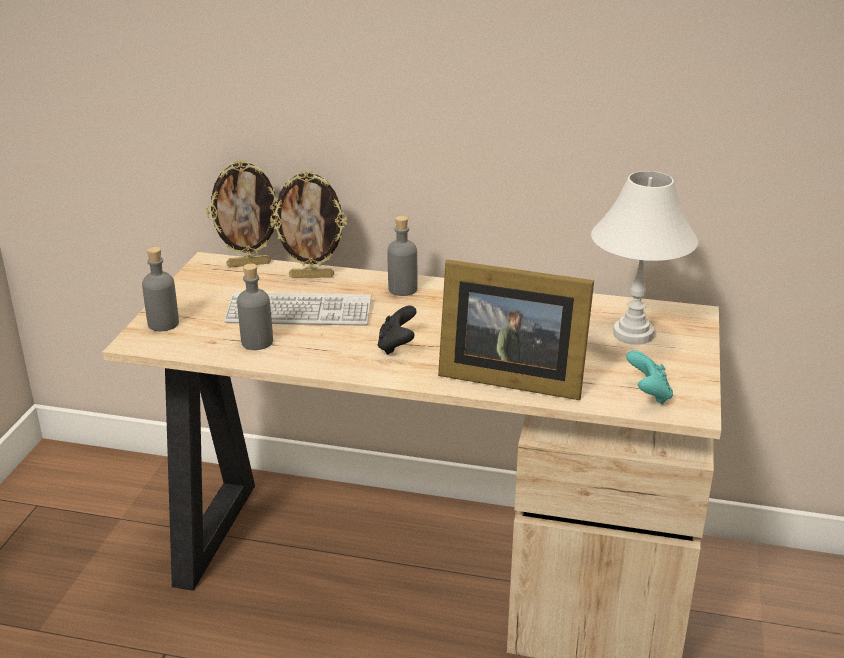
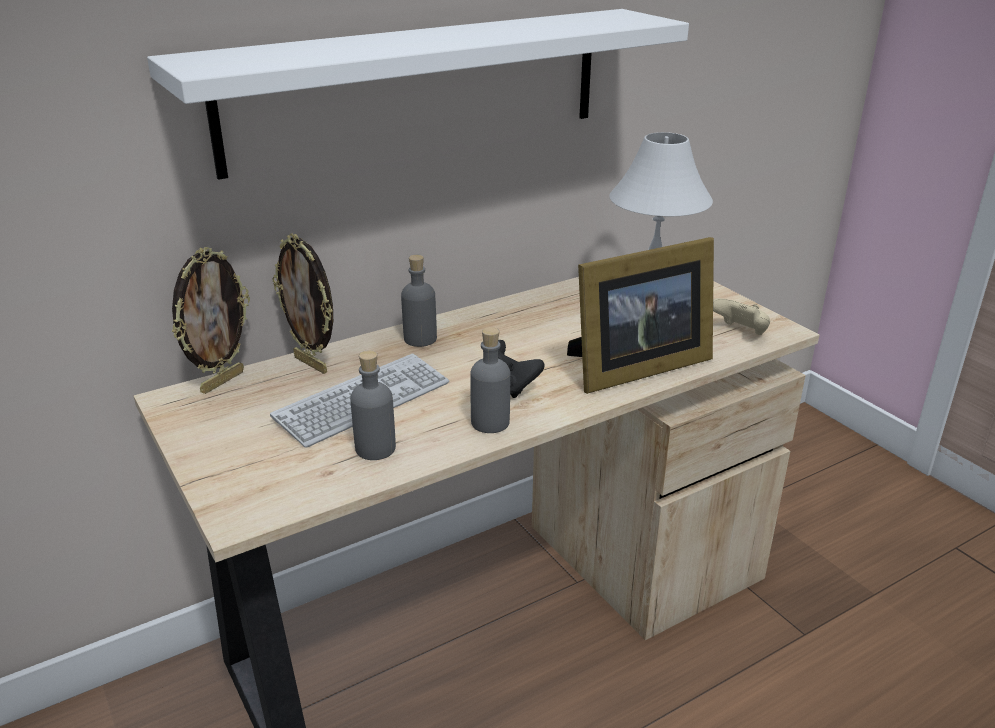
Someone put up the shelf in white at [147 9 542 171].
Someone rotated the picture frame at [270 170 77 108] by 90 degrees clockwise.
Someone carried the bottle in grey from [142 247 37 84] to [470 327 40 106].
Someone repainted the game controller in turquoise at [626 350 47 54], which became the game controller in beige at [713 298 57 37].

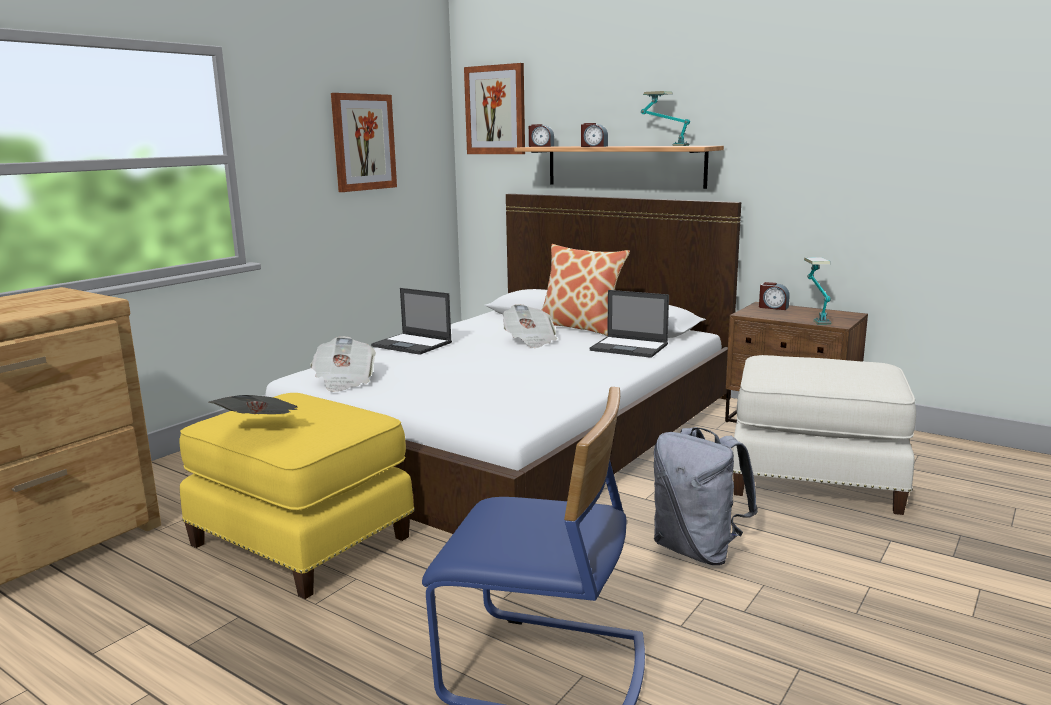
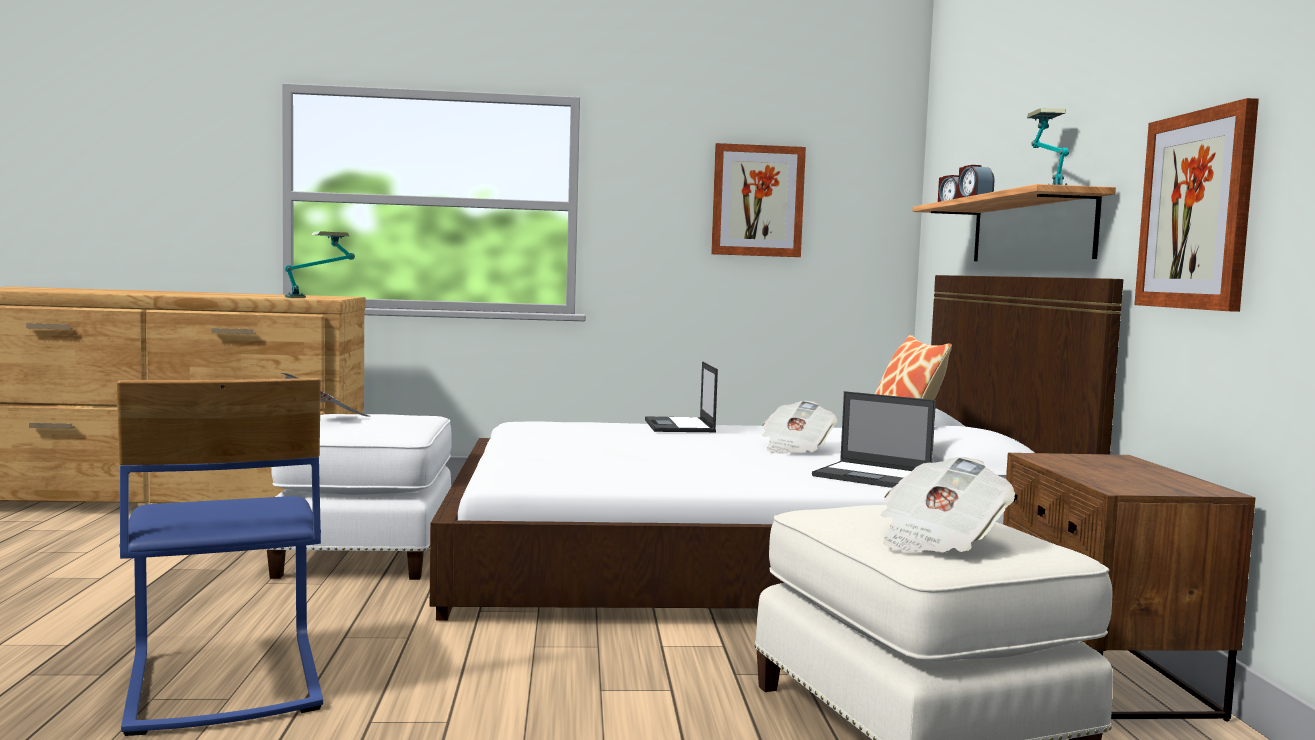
Someone repainted the ottoman in yellow at [179 393 236 206], which became the ottoman in white at [267 414 184 166].
Someone carried the table lamp from [804 257 28 67] to [285 231 70 67].
Someone rotated the laptop at [589 290 80 68] by 45 degrees counterclockwise.
Someone carried the newspaper from [310 336 66 56] to [881 457 134 95].
Someone carried the picture from [464 63 61 91] to [1134 98 125 214].
Someone took away the backpack in grey at [654 427 104 138].
Someone took away the alarm clock at [759 282 31 28].

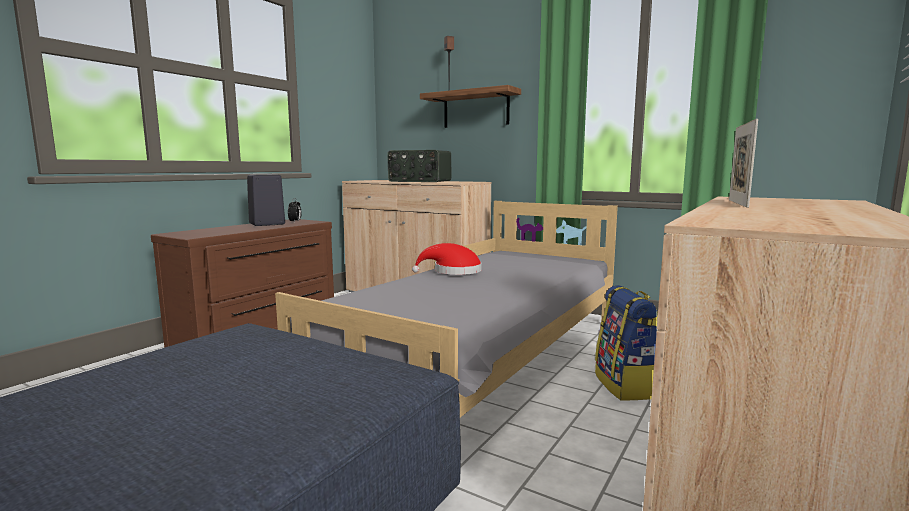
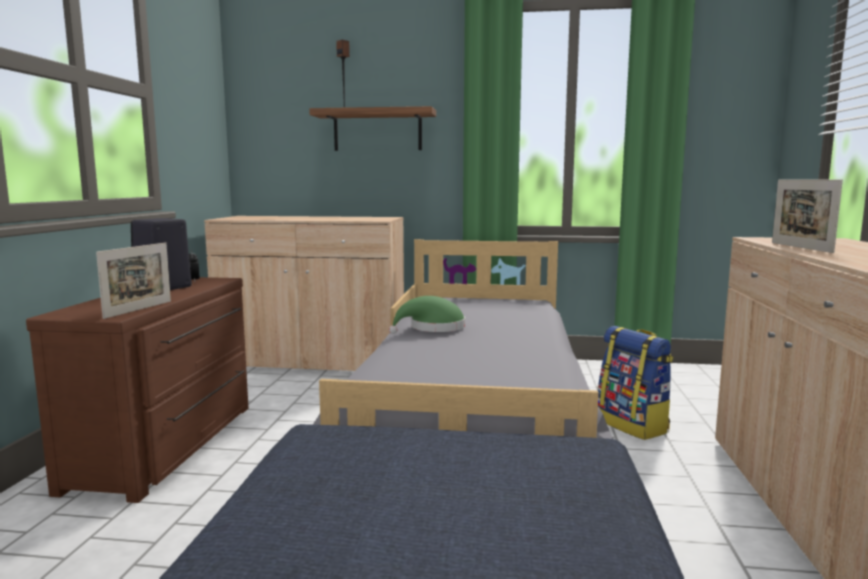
Someone put down the picture frame at [96 243 75 76].
Someone repainted the hat in red at [412 243 70 32], which became the hat in green at [389 296 76 38].
Someone took away the radio at [387 150 64 32].

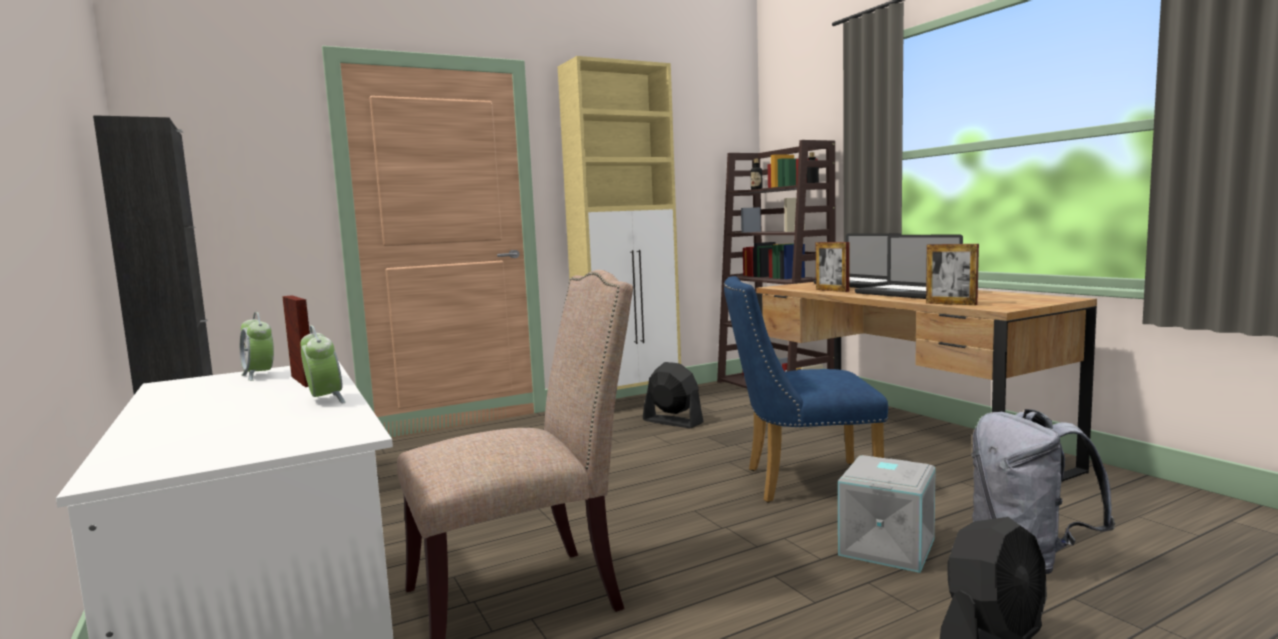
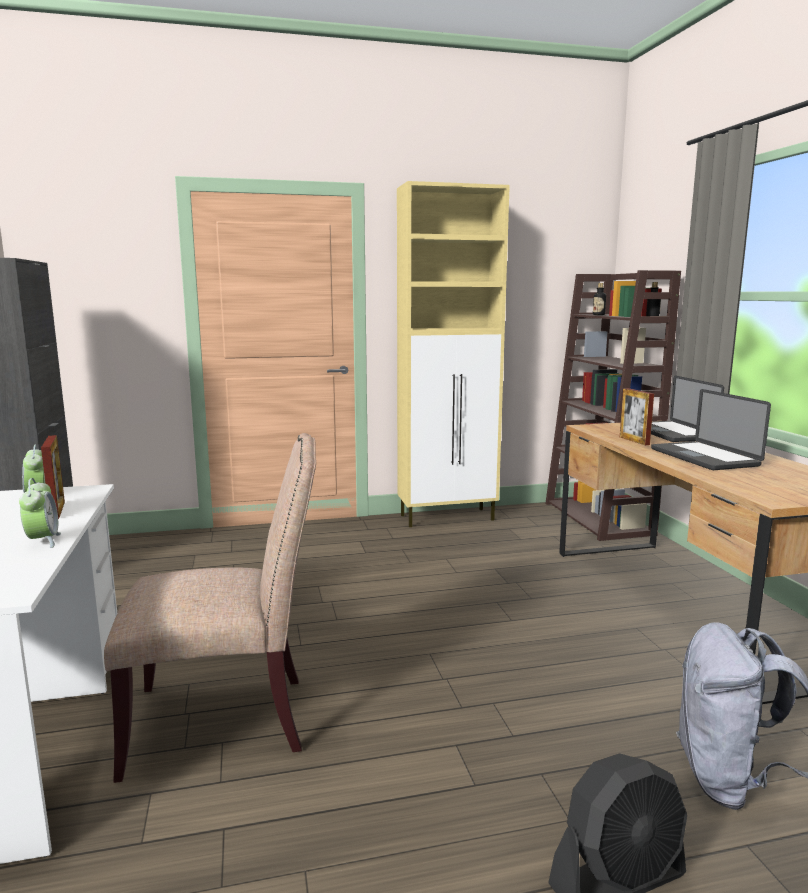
Someone took away the fan in black at [643 362 61 66].
Someone took away the chair in blue at [724 276 164 227].
Someone took away the storage box in grey at [838 455 98 118].
Someone took away the picture frame at [926 244 53 61].

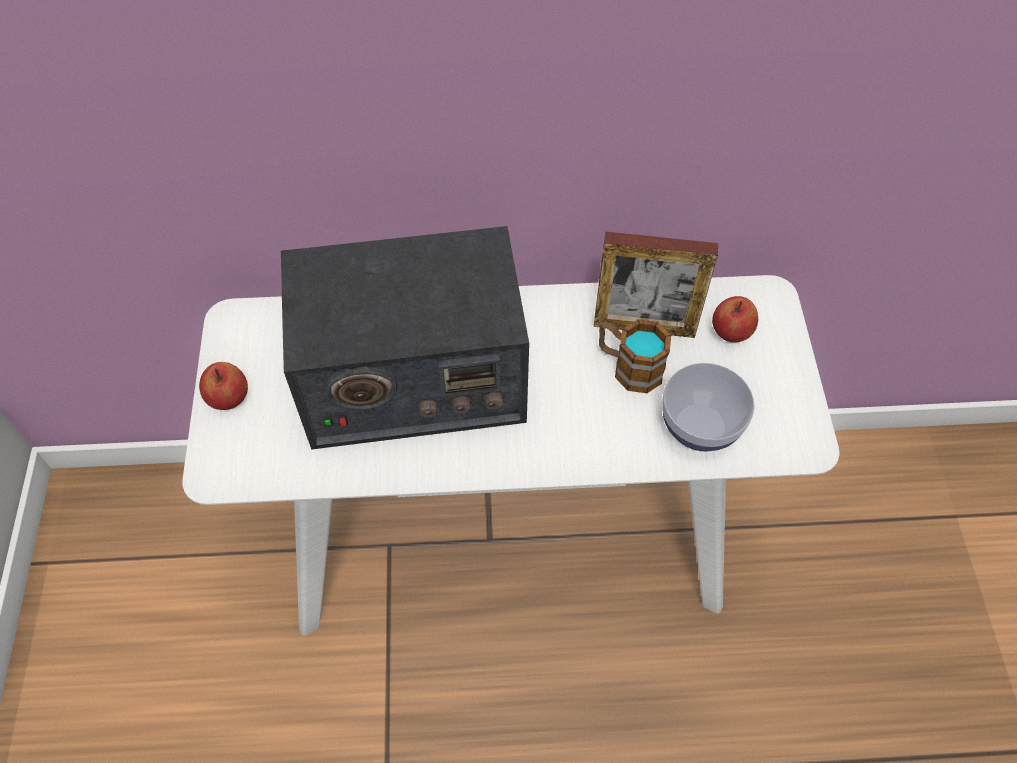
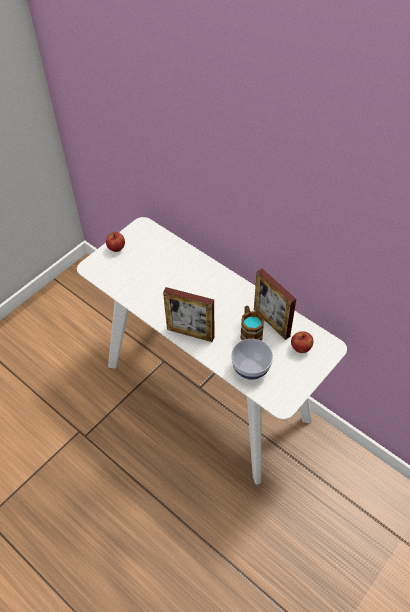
Someone put down the picture frame at [163 287 51 55].
Someone took away the radio at [281 226 248 224].

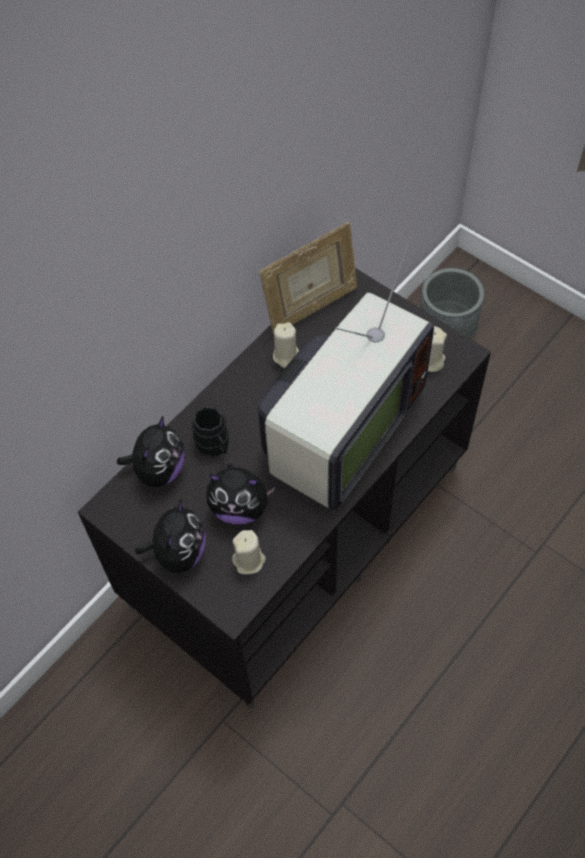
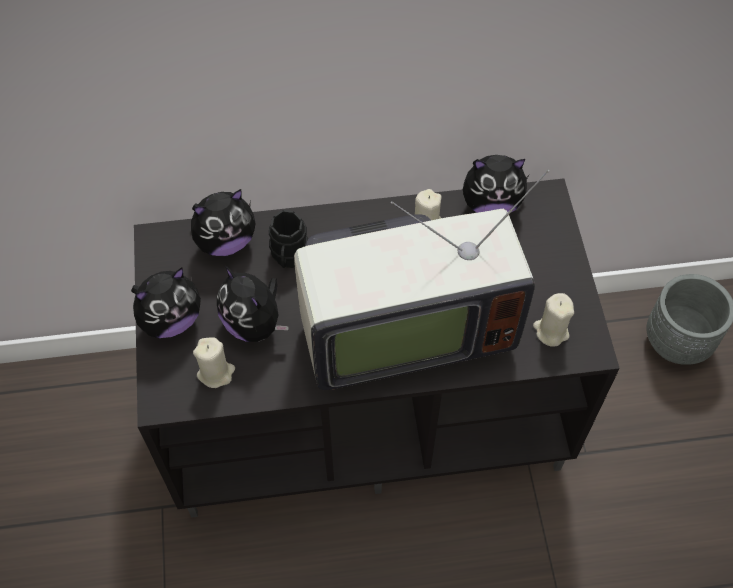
Someone swapped the picture frame at [259 222 98 112] for the plush toy at [463 155 66 58].

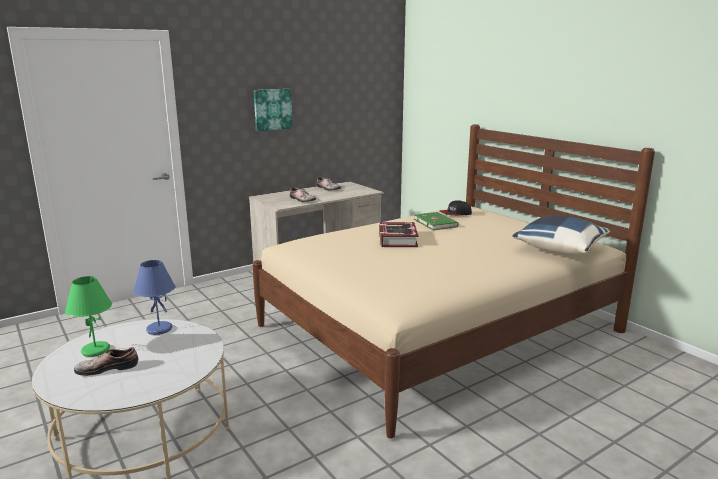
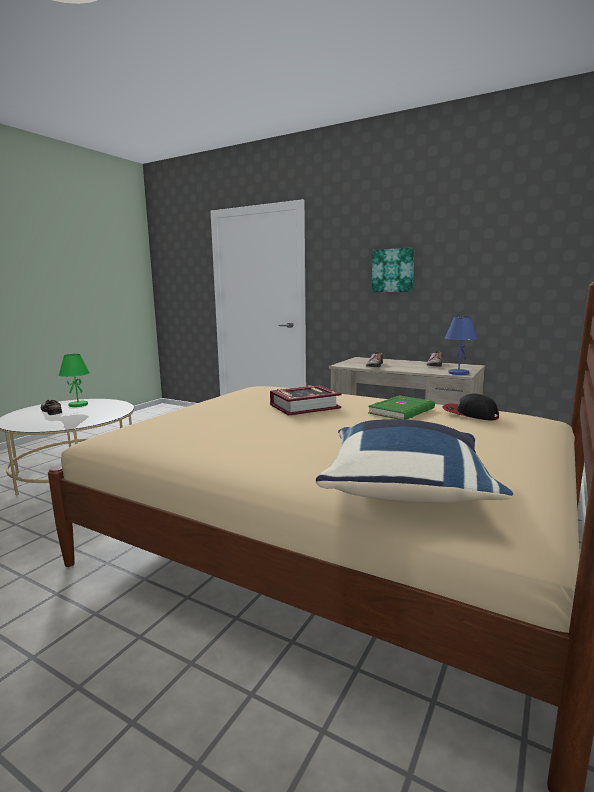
Someone carried the table lamp in blue from [133 260 42 75] to [445 316 33 59].

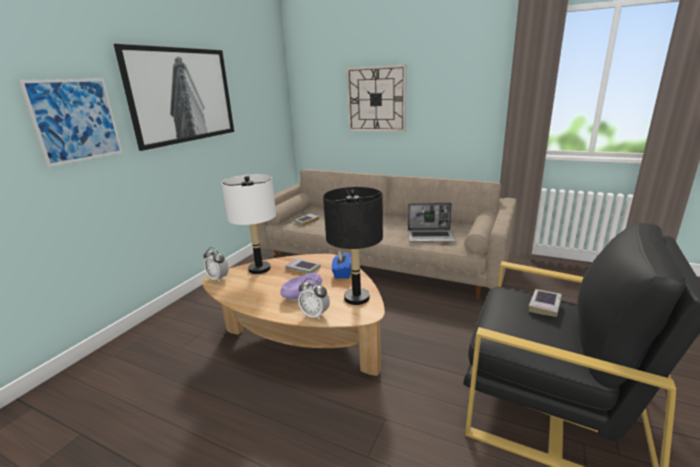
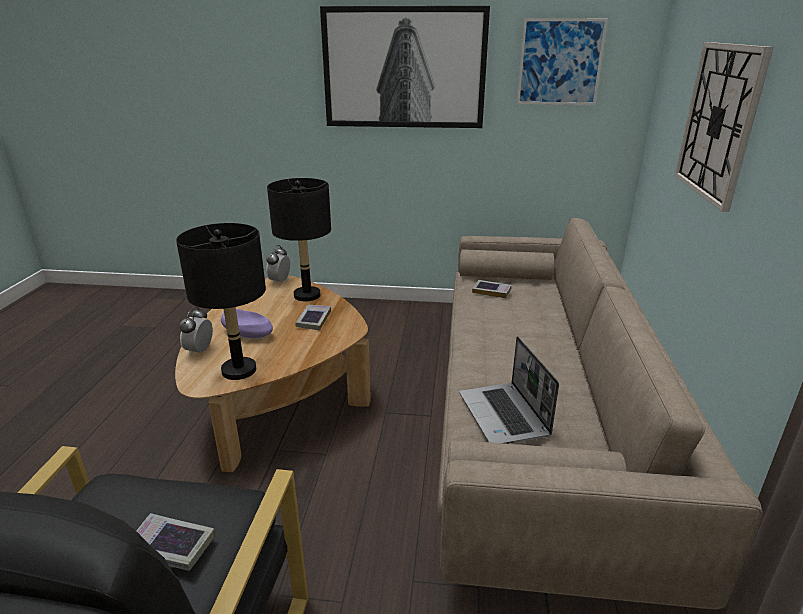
Someone repainted the table lamp in white at [221 174 55 100], which became the table lamp in black at [267 178 64 123].
Someone carried the picture from [19 78 104 89] to [517 18 91 87].
Someone took away the tissue box in blue at [332 250 19 29].

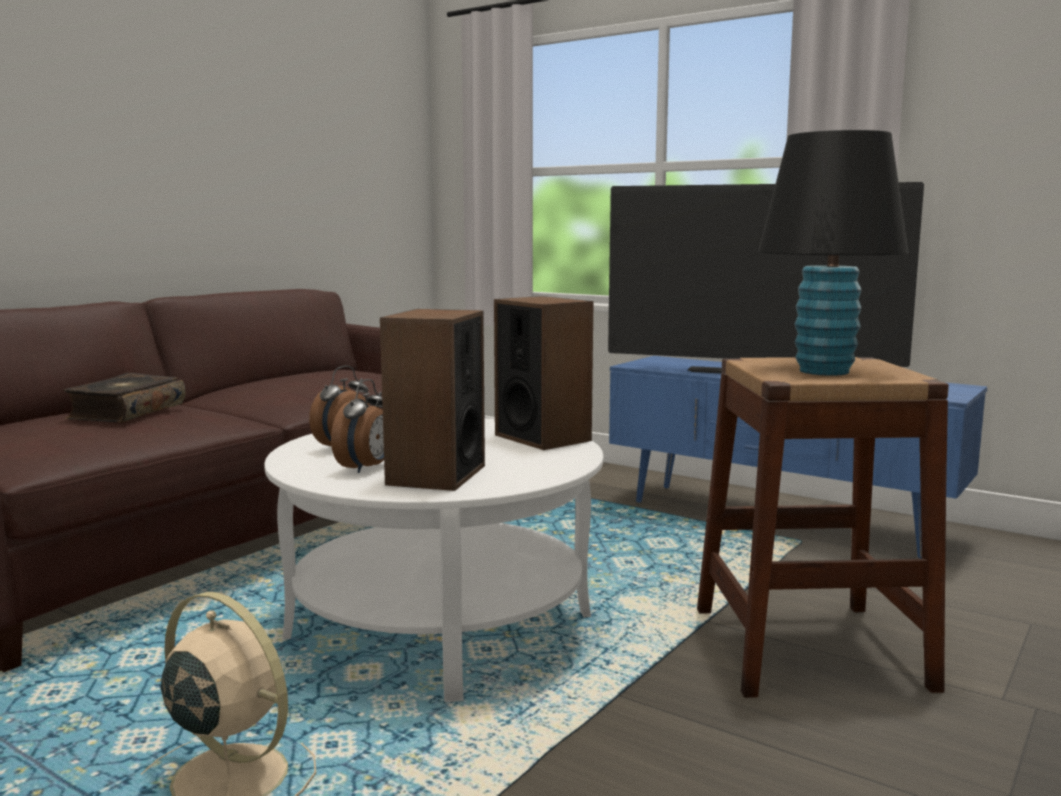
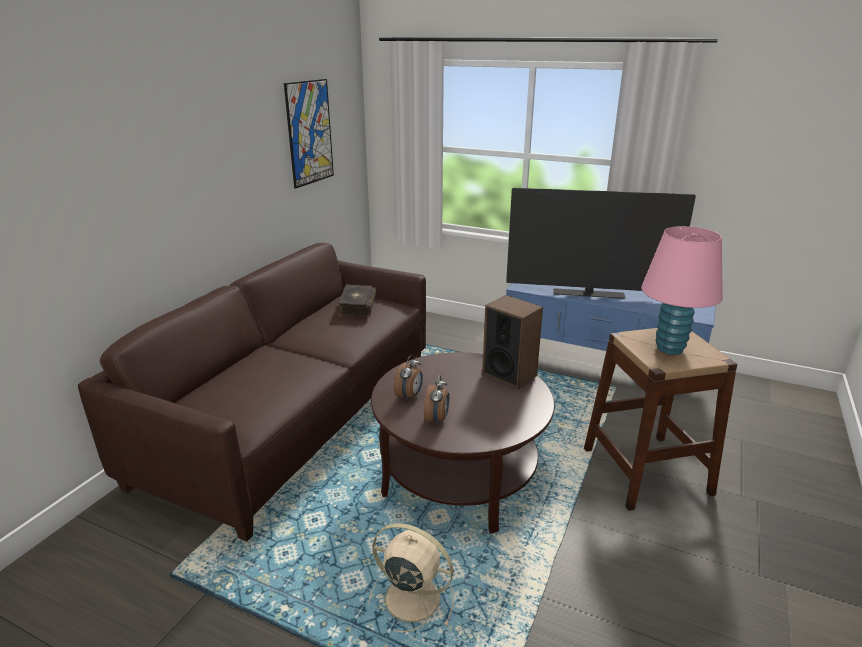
Someone put up the picture at [284 79 50 110].
Someone carried the book from [63 373 122 50] to [338 284 38 33].
Someone repainted the coffee table in white at [264 418 340 284], which became the coffee table in brown at [371 352 184 181].
Someone repainted the table lamp in black at [758 130 151 246], which became the table lamp in pink at [641 226 82 129].
Someone took away the speaker at [380 309 105 182].

